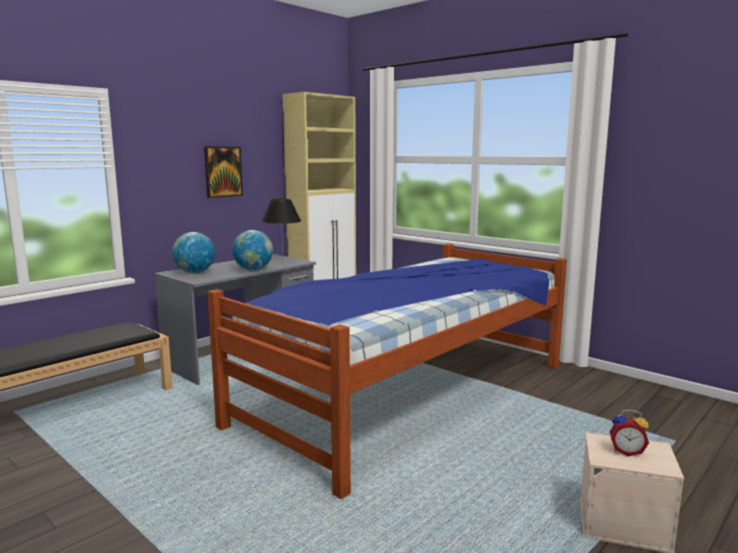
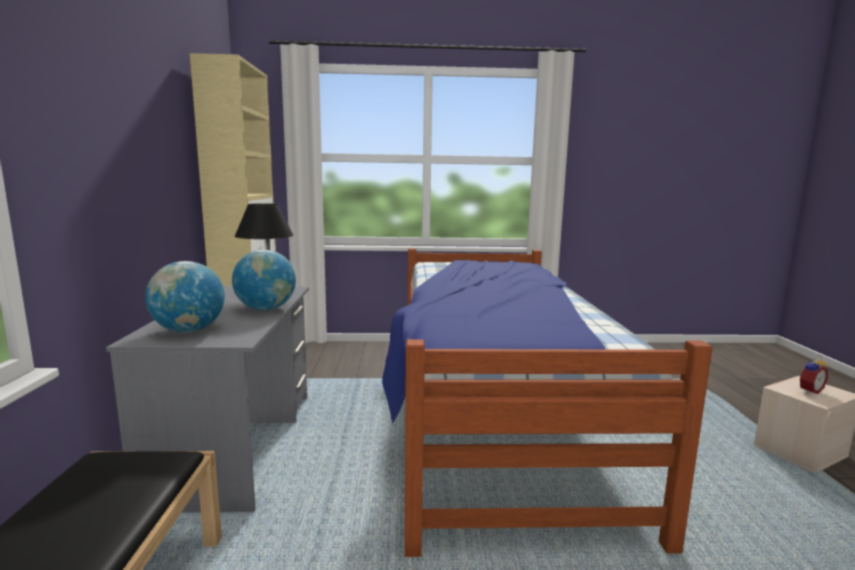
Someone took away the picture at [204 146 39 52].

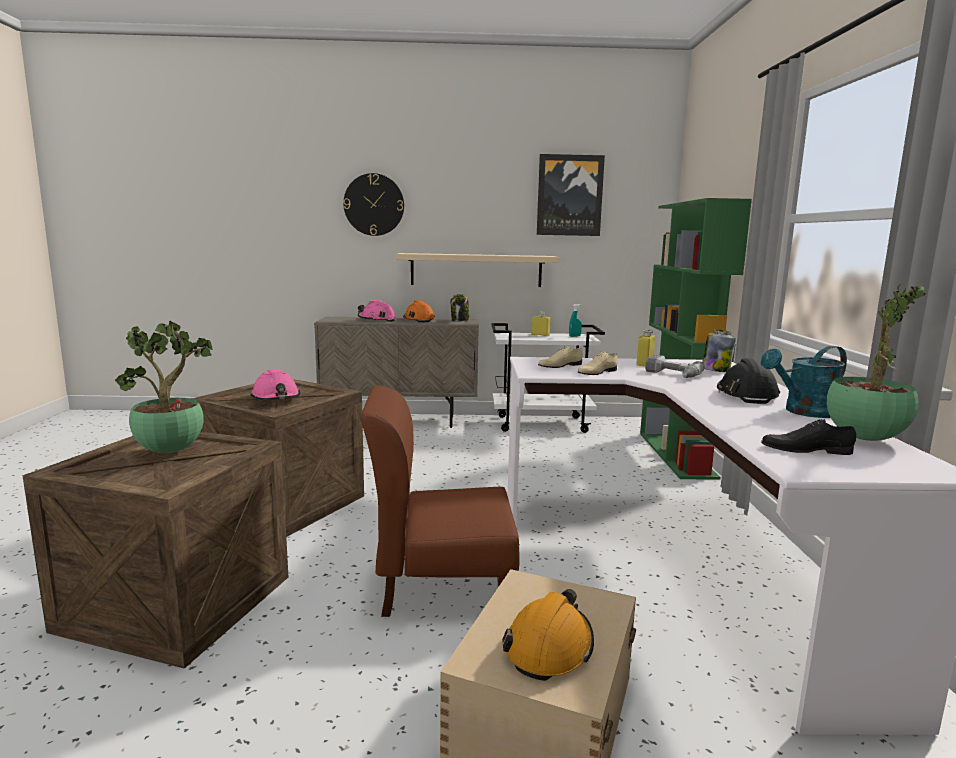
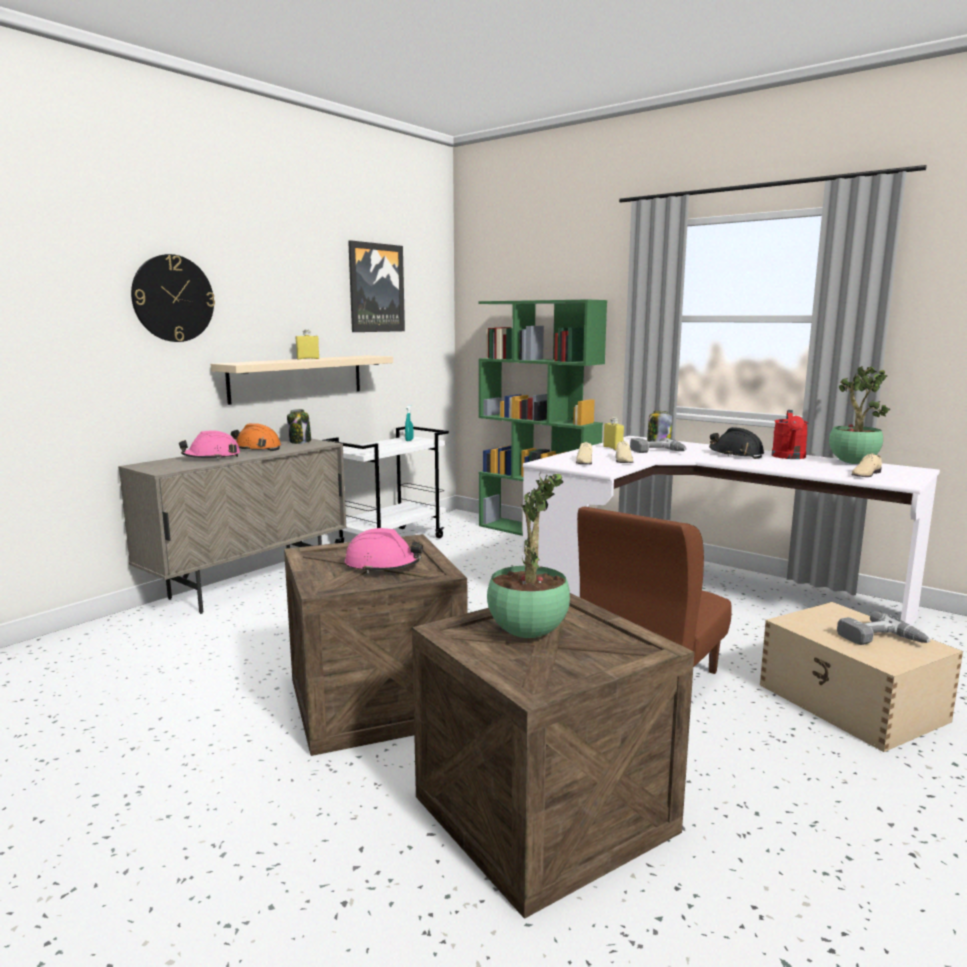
Someone carried the bottle in yellow from [532 312 19 24] to [296 329 23 30].
Someone repainted the watering can in turquoise at [761 346 86 72], which became the watering can in red at [772 410 36 49].
Someone swapped the hard hat in orange at [502 589 92 92] for the power drill at [837 612 93 33].
Someone repainted the shoe in black at [761 419 95 36], which became the shoe in beige at [852 453 30 24].

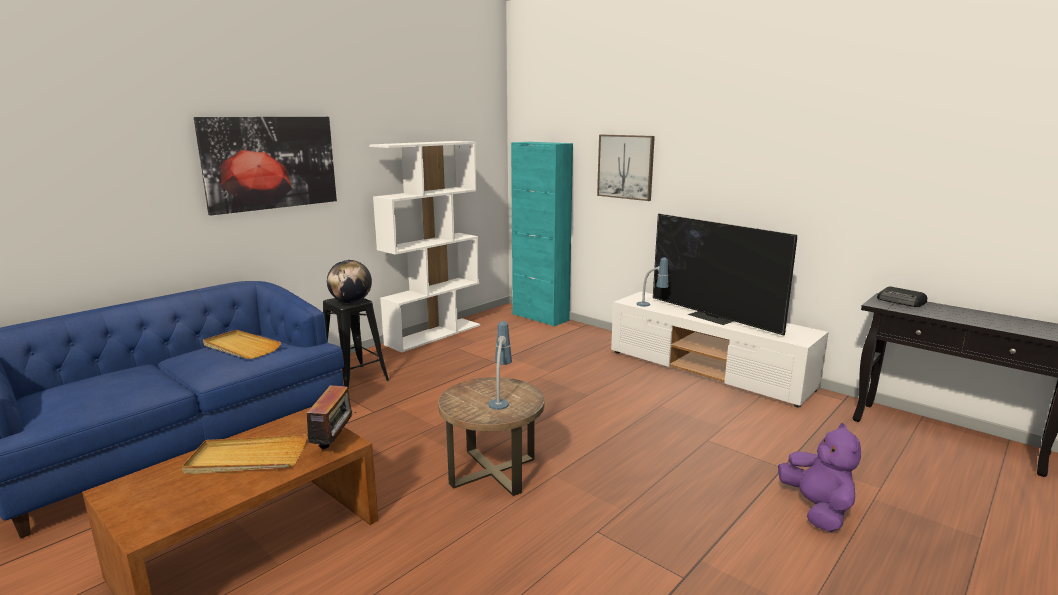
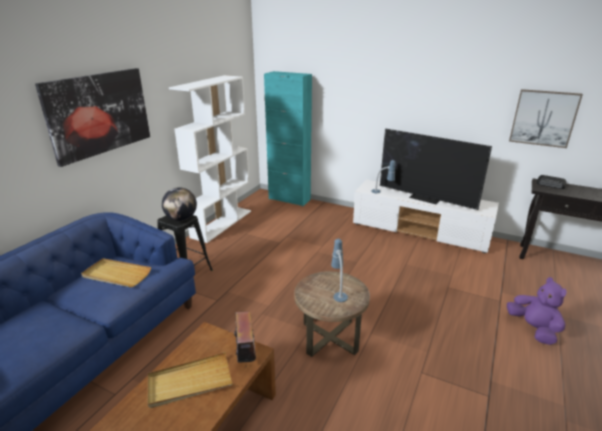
Someone carried the picture from [597 135 58 66] to [509 89 74 59].

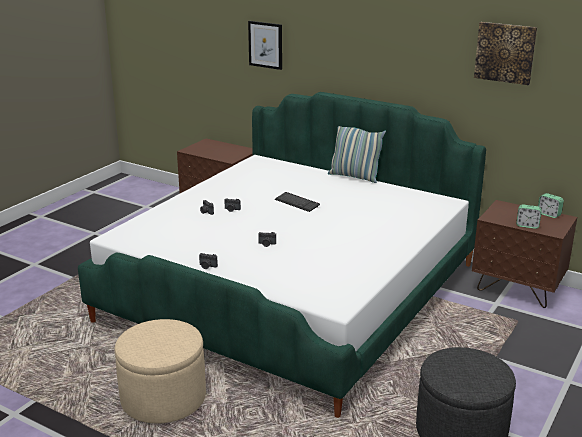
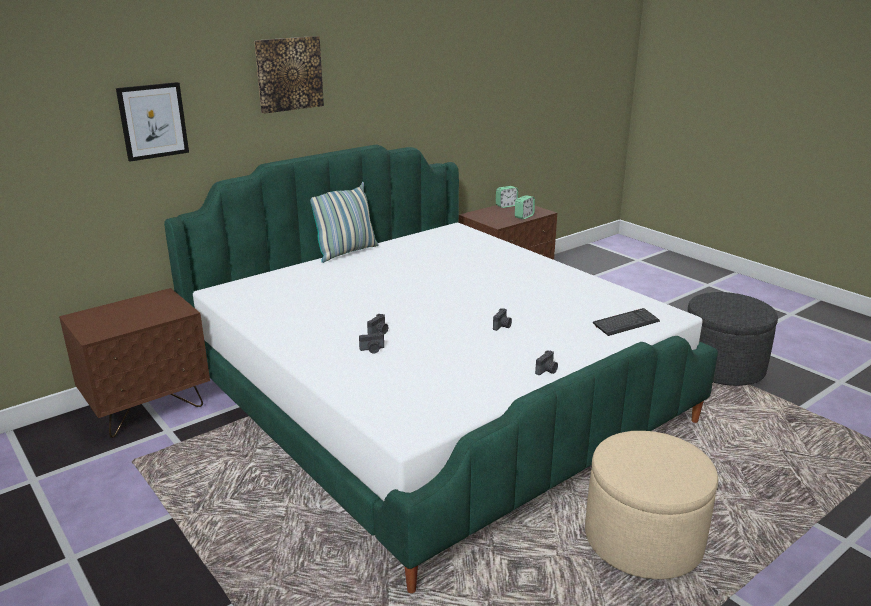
Someone carried the picture from [474 22 63 63] to [254 36 70 78].
Someone carried the keyboard from [275 192 45 20] to [593 308 67 28].

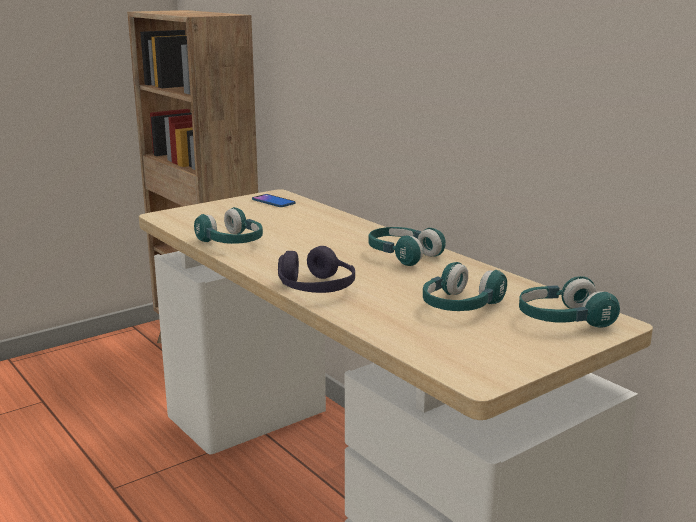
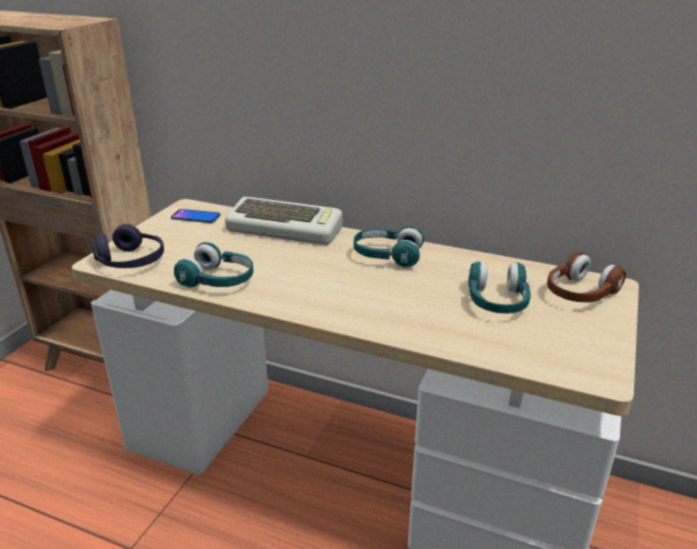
Someone carried the headphones in purple from [278 246 77 47] to [91 224 73 44].
Someone put down the keyboard at [225 197 117 48].
Someone repainted the headphones in turquoise at [519 276 101 52], which became the headphones in brown at [547 252 79 50].

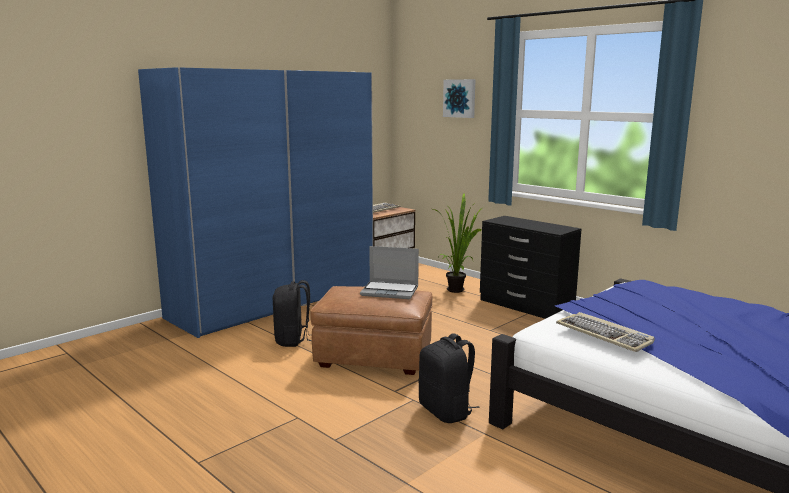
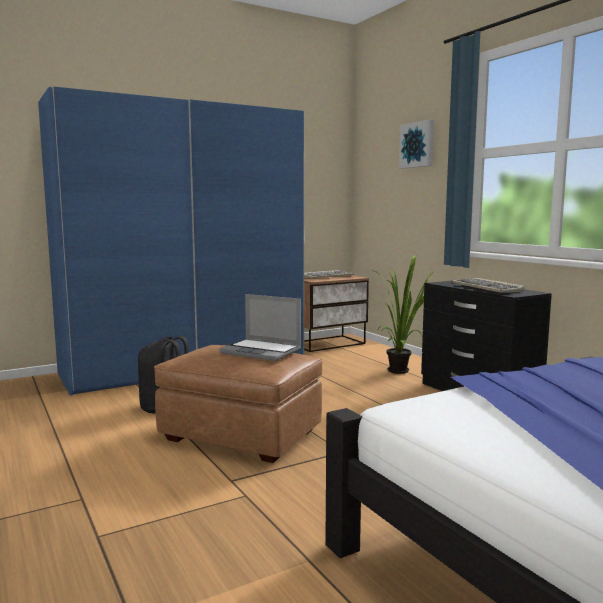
Someone carried the keyboard from [556 312 99 40] to [452 278 72 15].
Someone took away the backpack in black at [419 333 61 90].

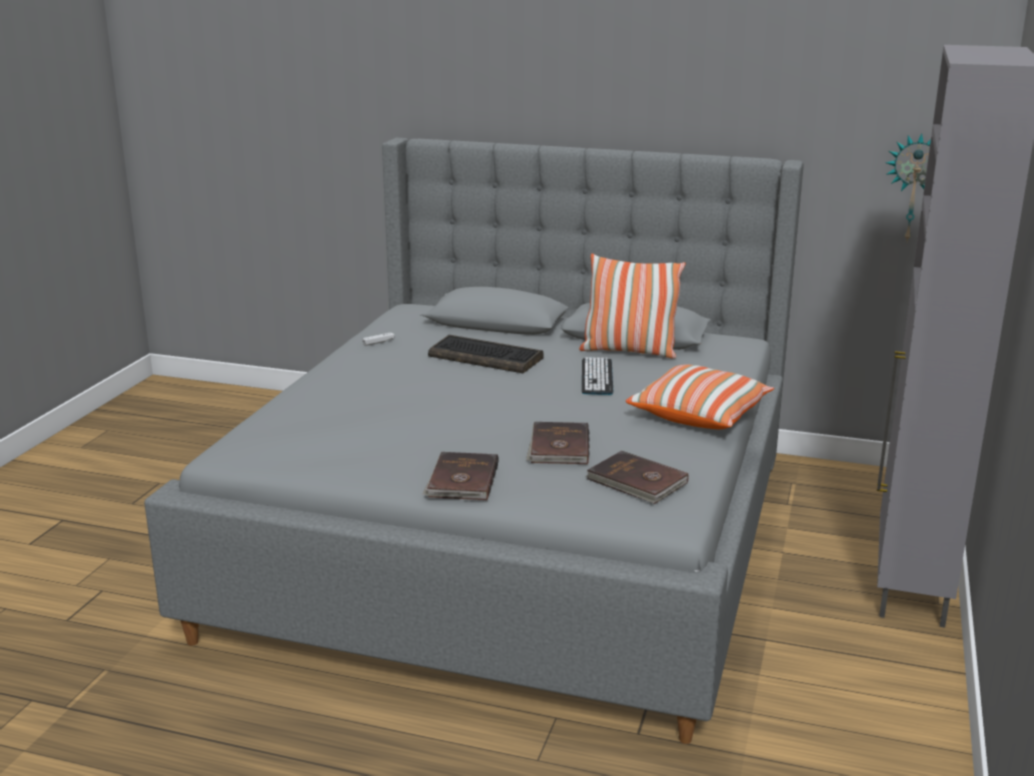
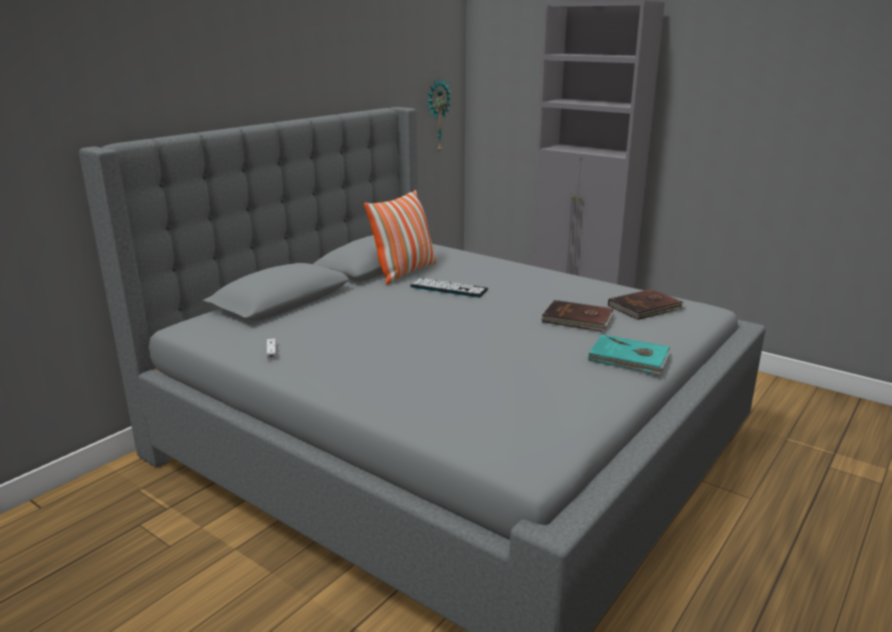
Someone repainted the book in brown at [422 452 77 49], which became the book in turquoise at [587 334 84 41].
Someone took away the keyboard at [428 335 116 38].
Someone took away the pillow at [626 365 148 64].

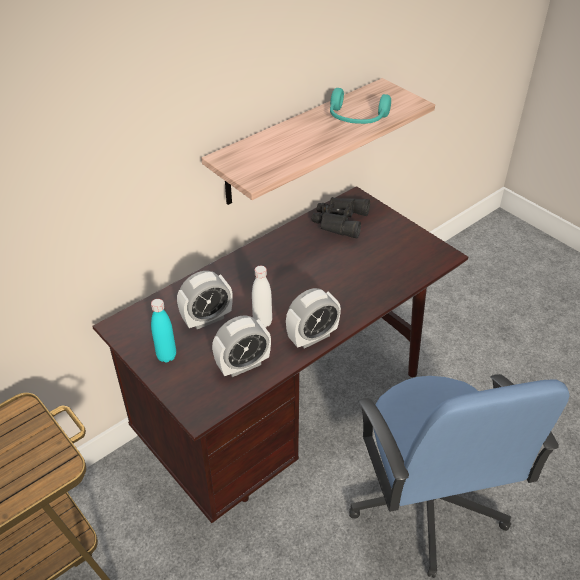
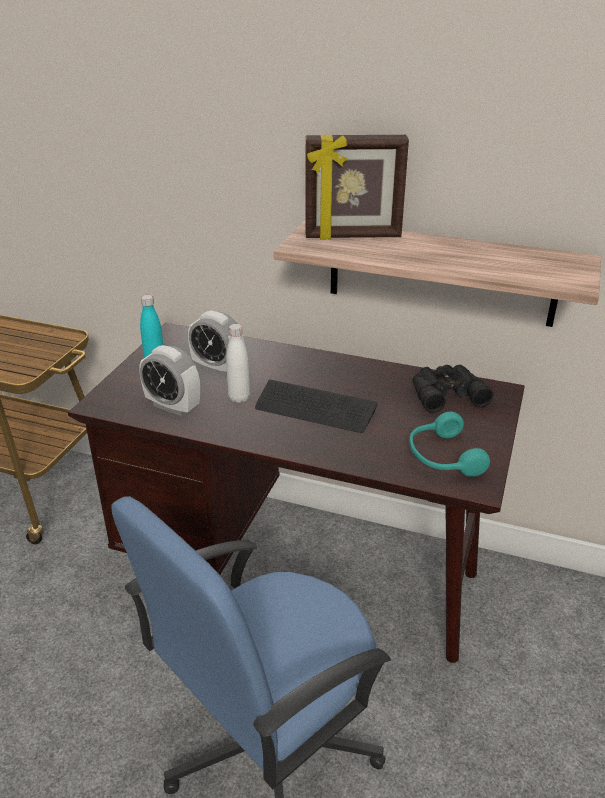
Someone put down the keyboard at [255 380 123 53].
Someone put down the picture frame at [305 135 104 104].
Someone carried the headphones in turquoise from [330 88 61 36] to [409 412 81 65].
Someone took away the alarm clock at [286 288 55 60].

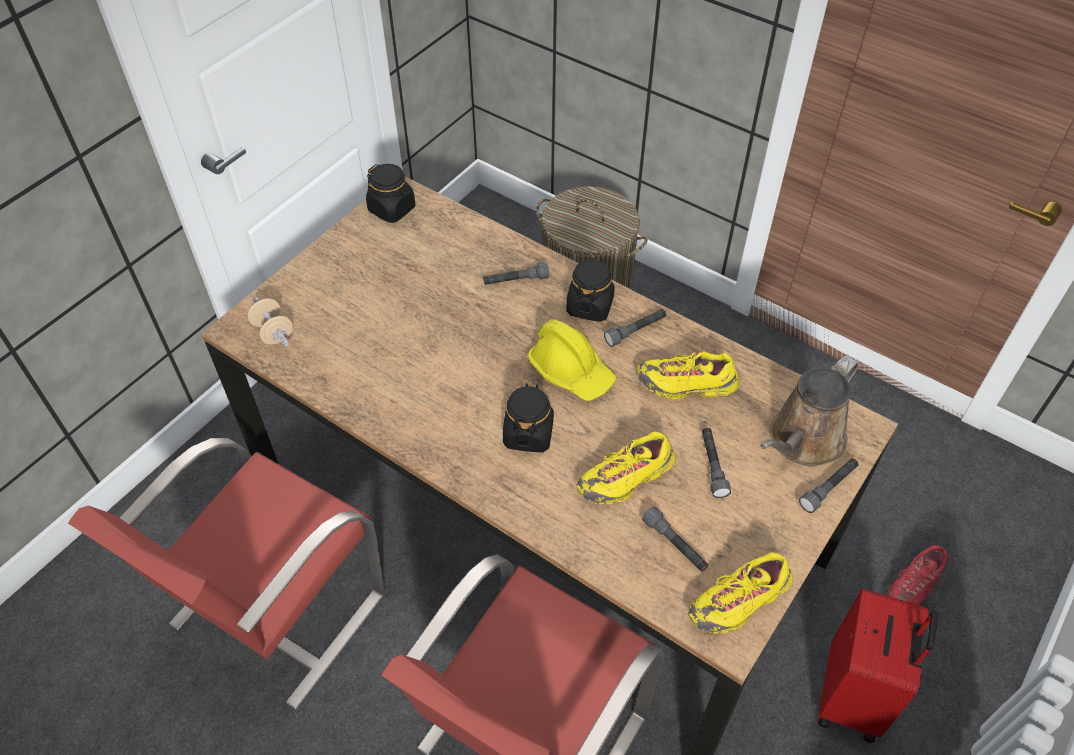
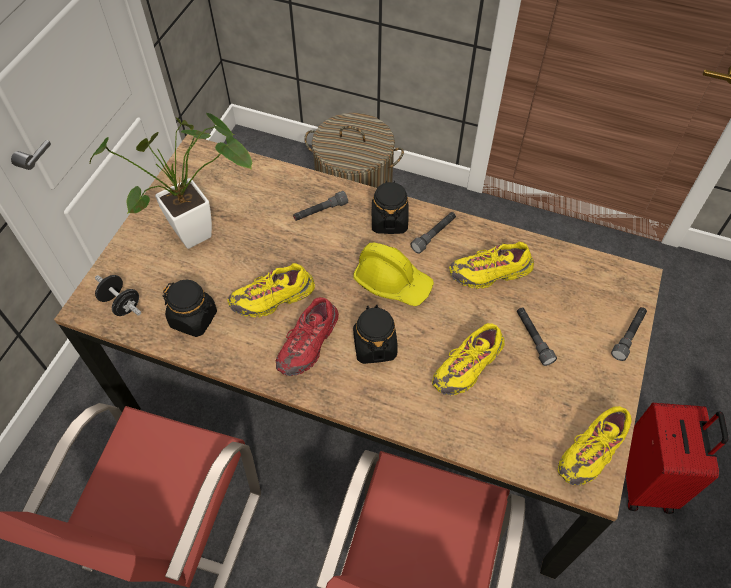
Someone put down the potted plant at [90 113 163 136].
Someone repainted the dumbbell in beige at [247 297 46 49], which became the dumbbell in black at [95 275 46 41].
Someone carried the jar in black from [366 164 49 59] to [162 280 55 57].
Someone put down the shoe in yellow at [227 263 88 55].
Someone carried the shoe in red from [886 545 62 61] to [276 297 63 79].
Someone took away the flashlight in grey at [642 506 66 66].
Someone took away the watering can in brown at [760 355 99 112].

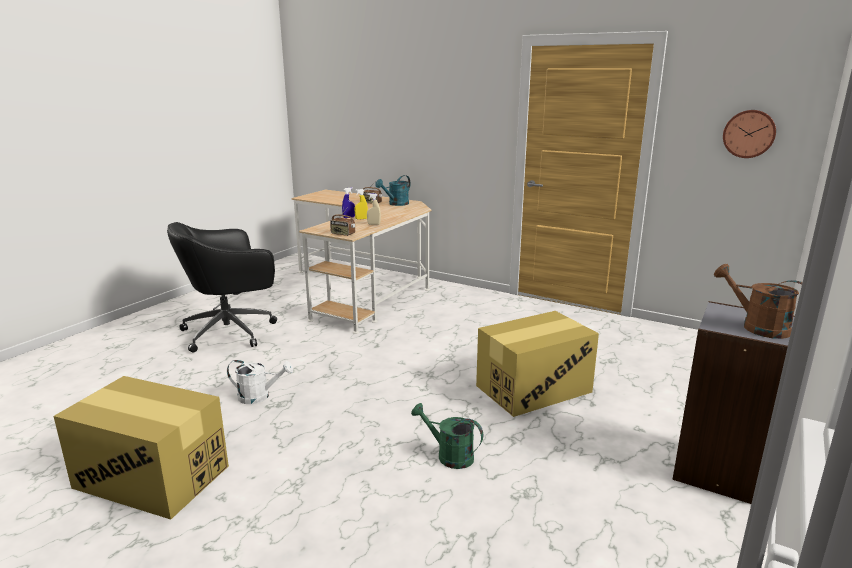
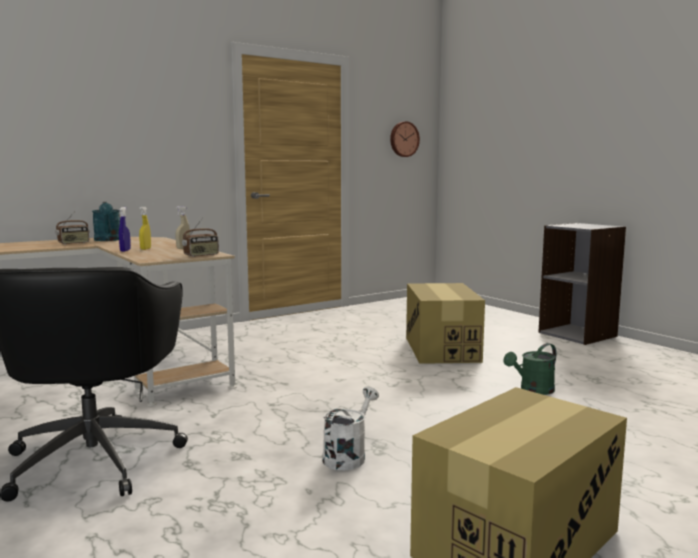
Someone took away the watering can in brown at [714 264 88 75].

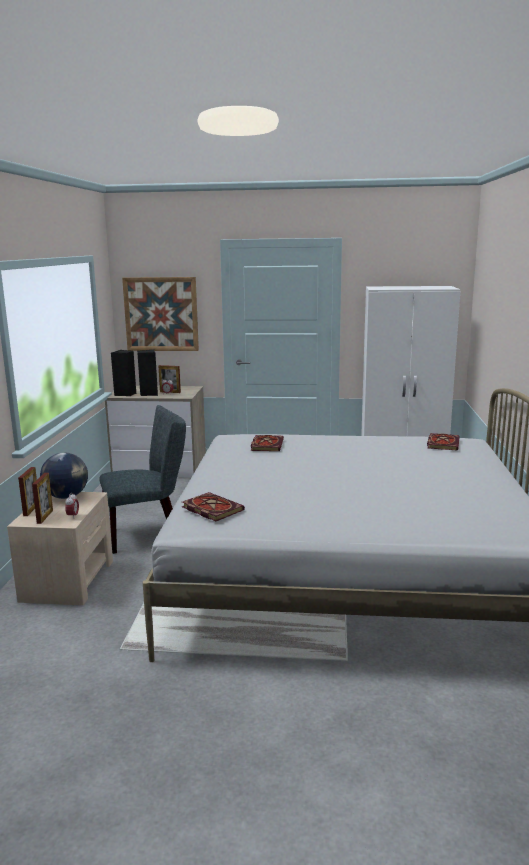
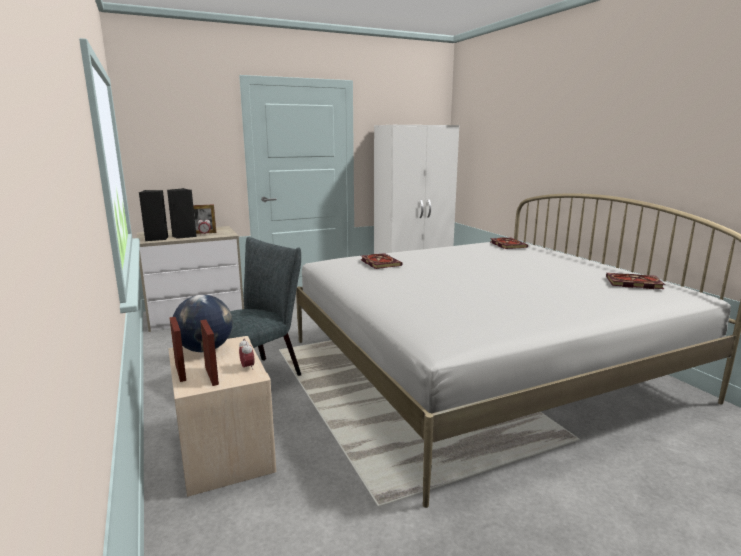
Someone carried the book from [182 492 63 29] to [606 273 59 16].
Someone took away the picture at [122 277 77 74].

